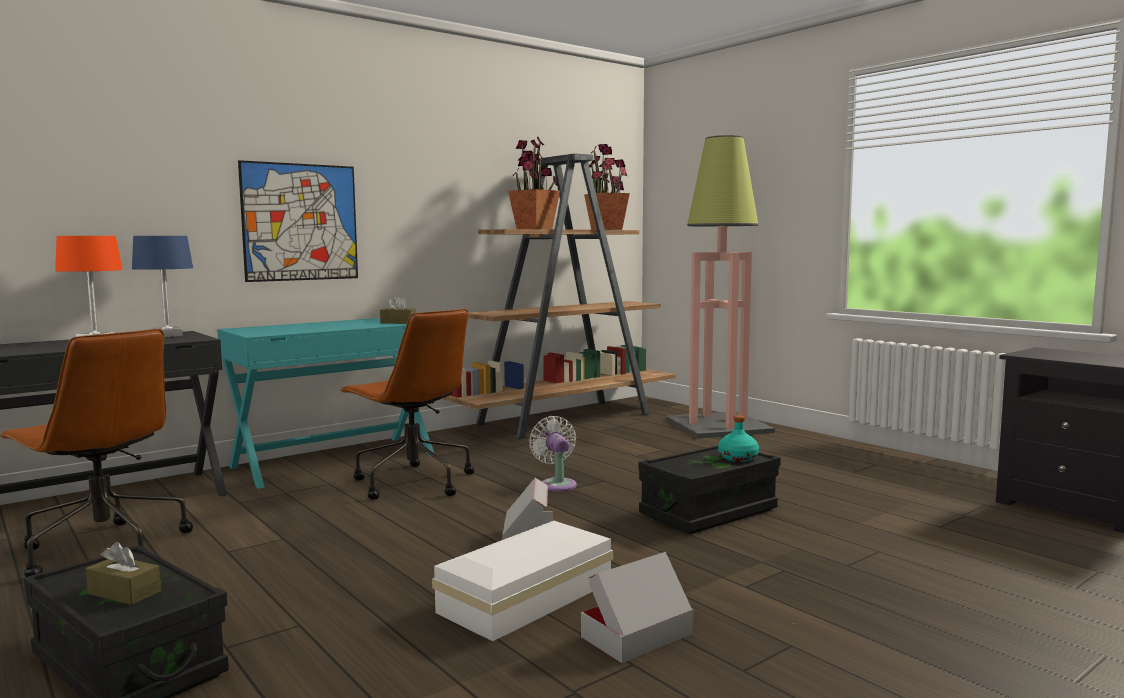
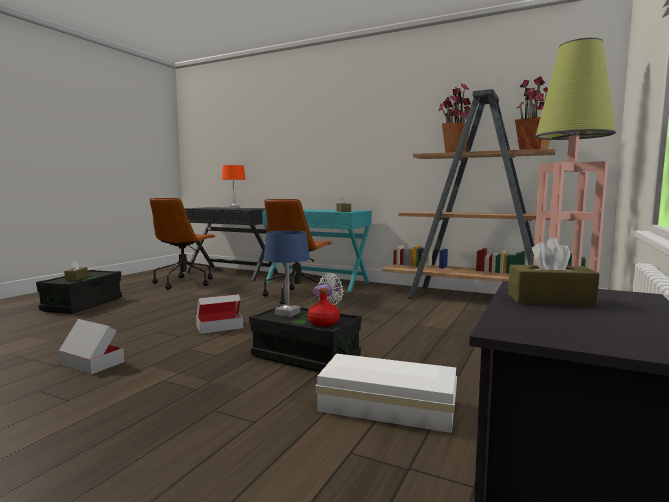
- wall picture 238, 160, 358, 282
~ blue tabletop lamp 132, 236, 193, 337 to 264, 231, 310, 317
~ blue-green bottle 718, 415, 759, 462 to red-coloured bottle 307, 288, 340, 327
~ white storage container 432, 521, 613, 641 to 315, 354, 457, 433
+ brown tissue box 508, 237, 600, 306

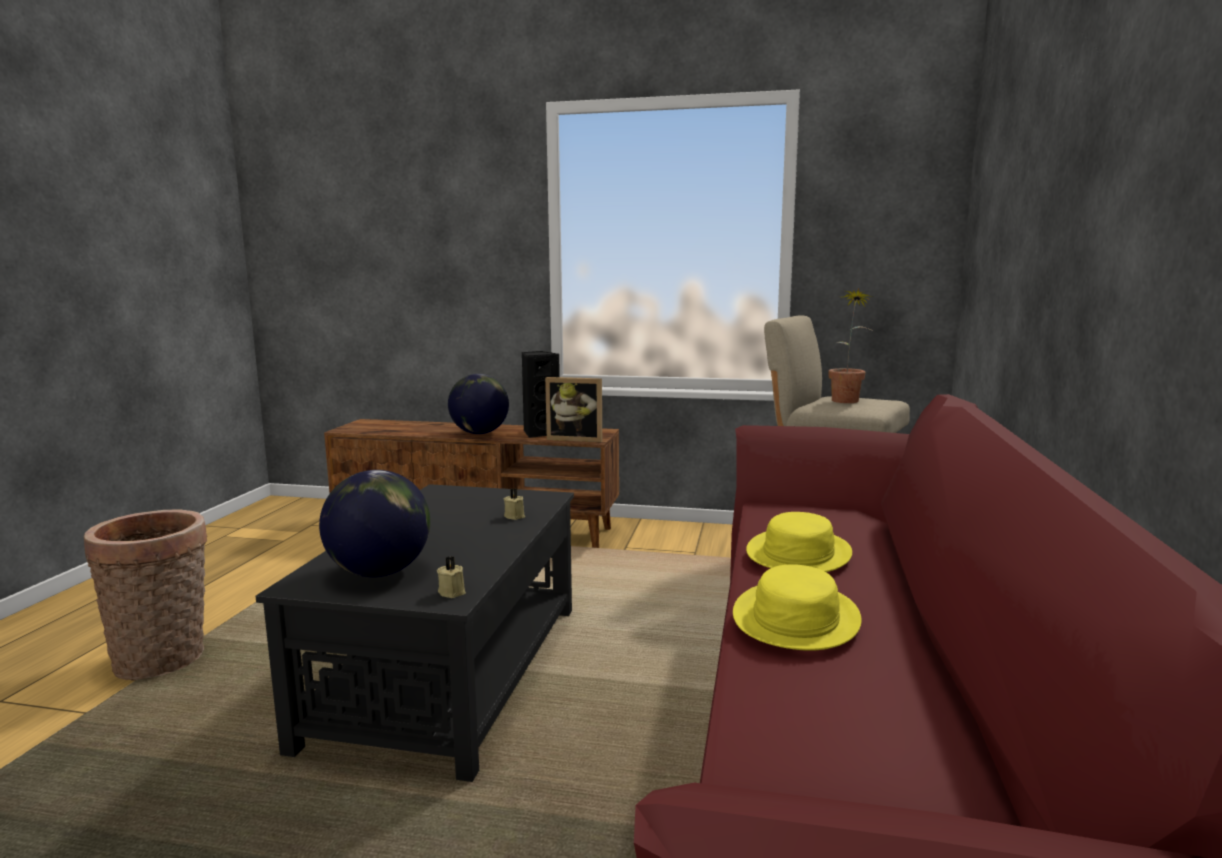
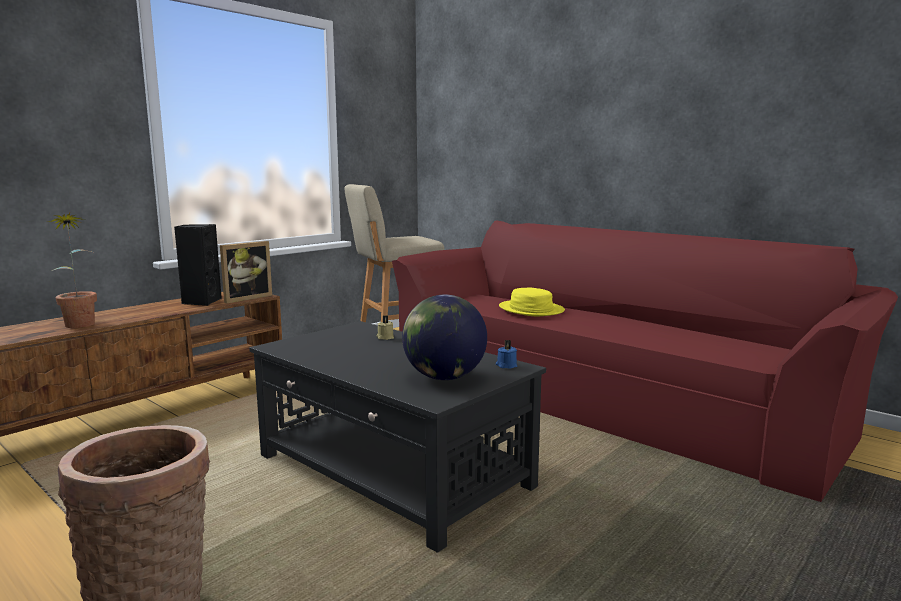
~ houseplant 828, 288, 874, 403 to 46, 212, 97, 328
- desk globe 448, 374, 509, 434
~ beige candle 437, 557, 466, 598 to blue candle 496, 340, 517, 368
- yellowish hat 733, 564, 862, 651

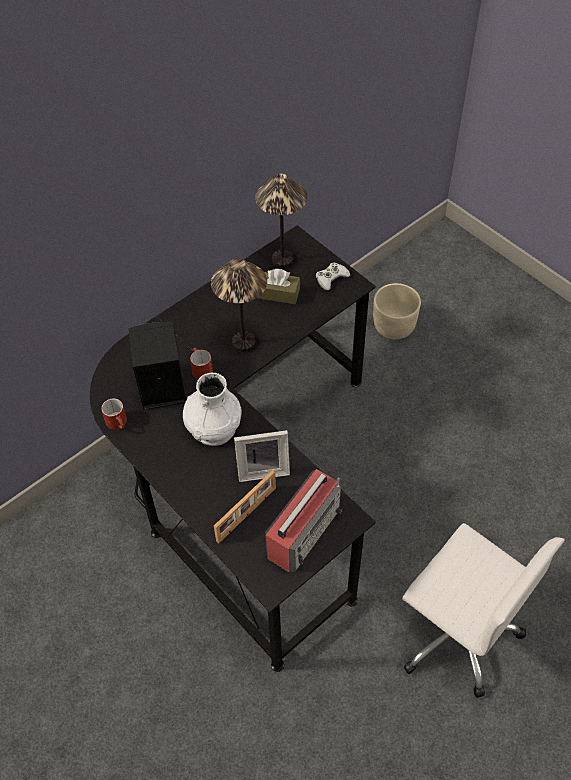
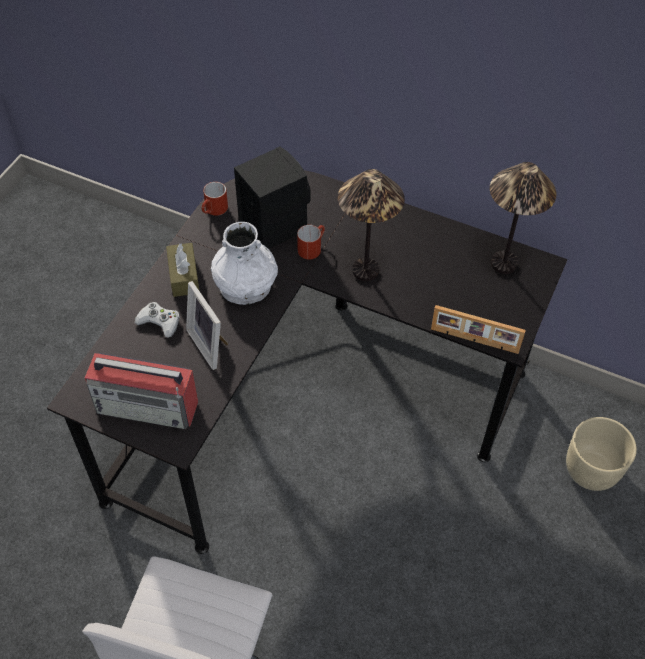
~ white game controller 316, 262, 350, 291 to 135, 302, 180, 338
~ brown tissue box 258, 269, 300, 304 to 166, 243, 199, 297
~ picture frame 214, 470, 276, 543 to 431, 305, 526, 354

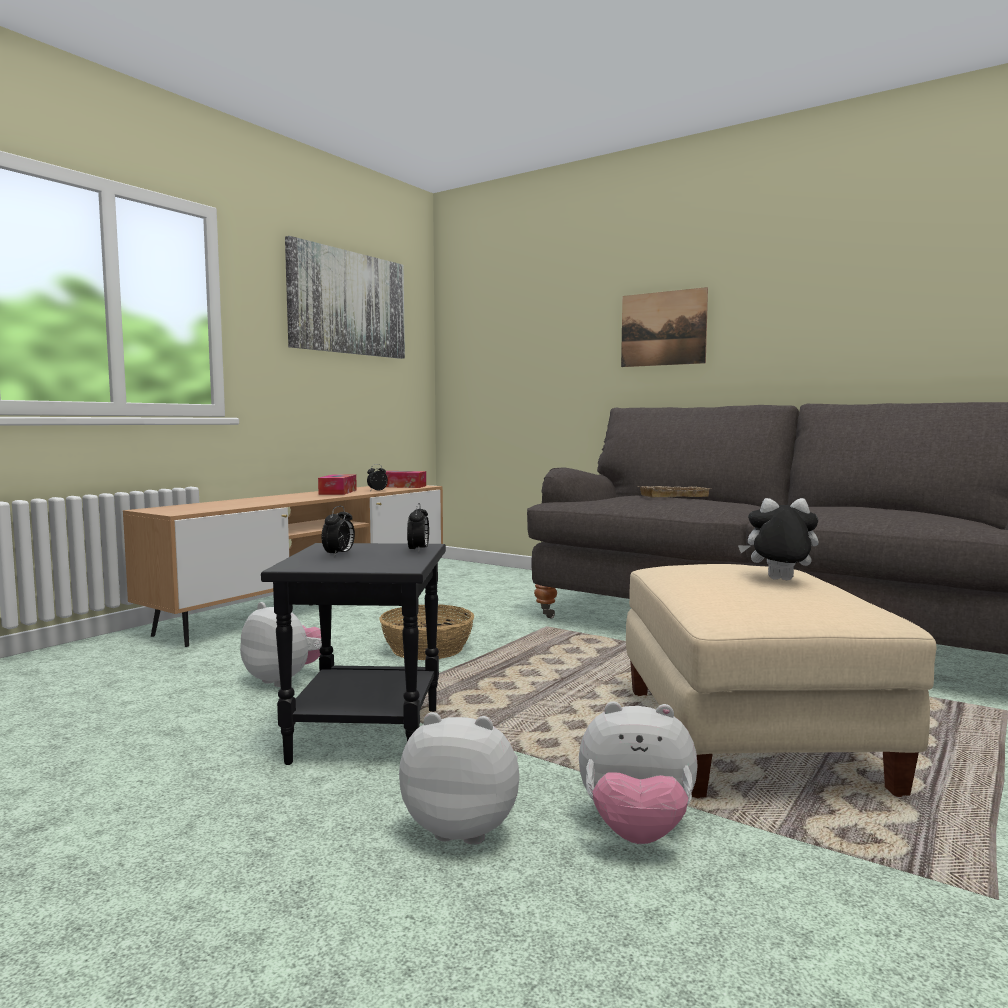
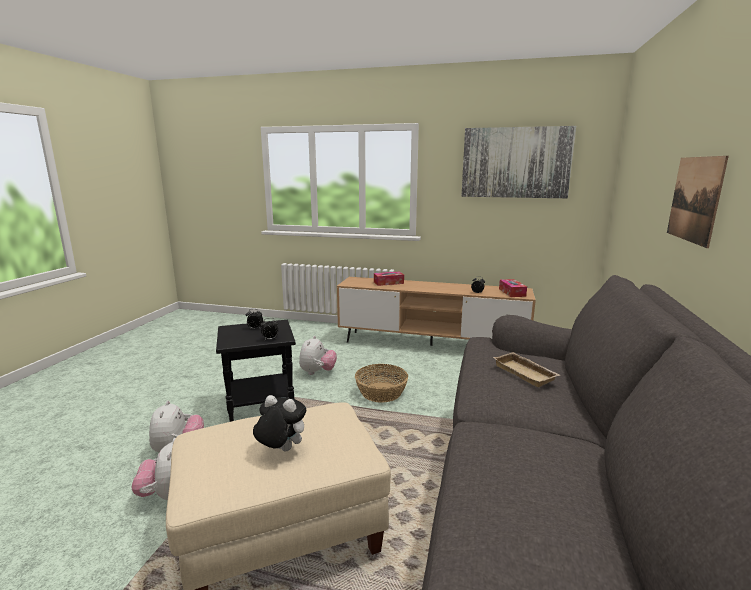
~ tissue box 318, 474, 357, 495 to 374, 272, 404, 286
~ cuddly toy 738, 498, 819, 580 = 253, 395, 306, 451 60 degrees counterclockwise

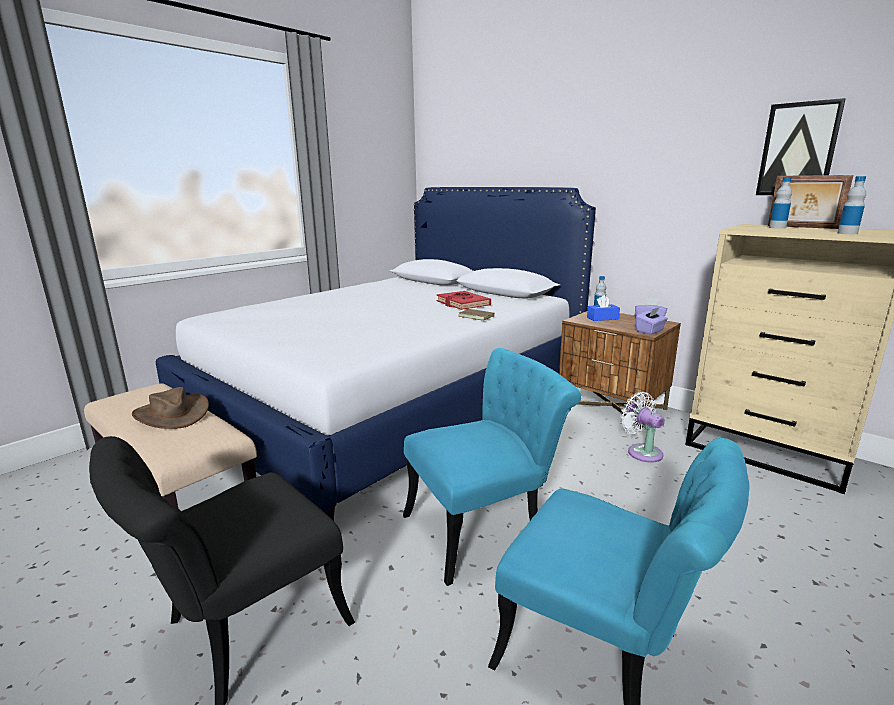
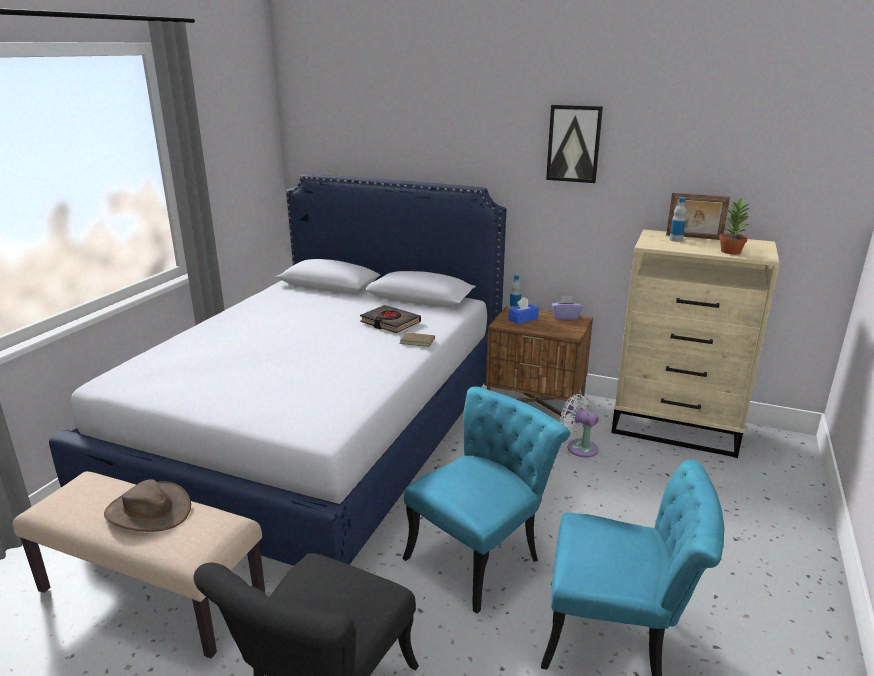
~ wall picture 756, 98, 845, 195 to 546, 105, 603, 183
~ bottle 838, 176, 866, 234 to houseplant 719, 198, 751, 254
~ red-coloured bound book 436, 291, 491, 310 to black-coloured bound book 360, 305, 421, 333
- purplish tissue box 635, 307, 668, 335

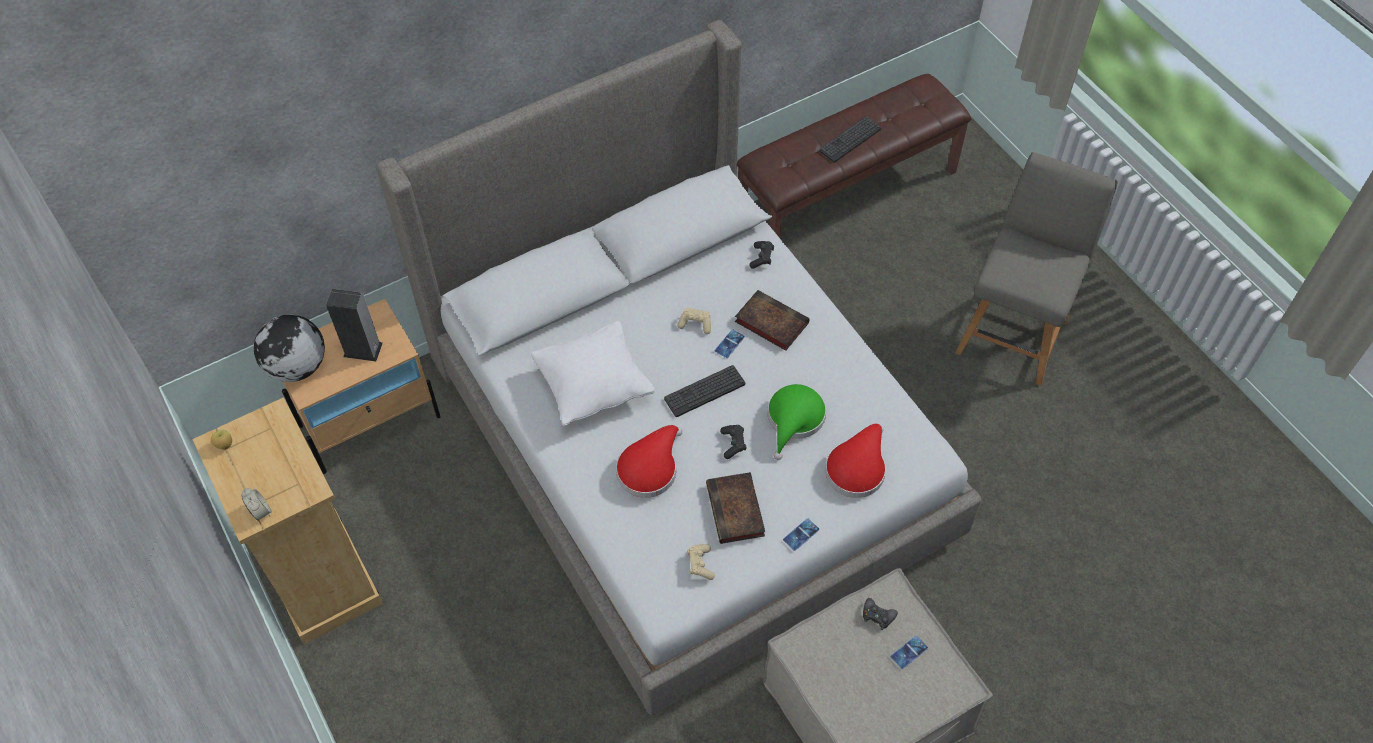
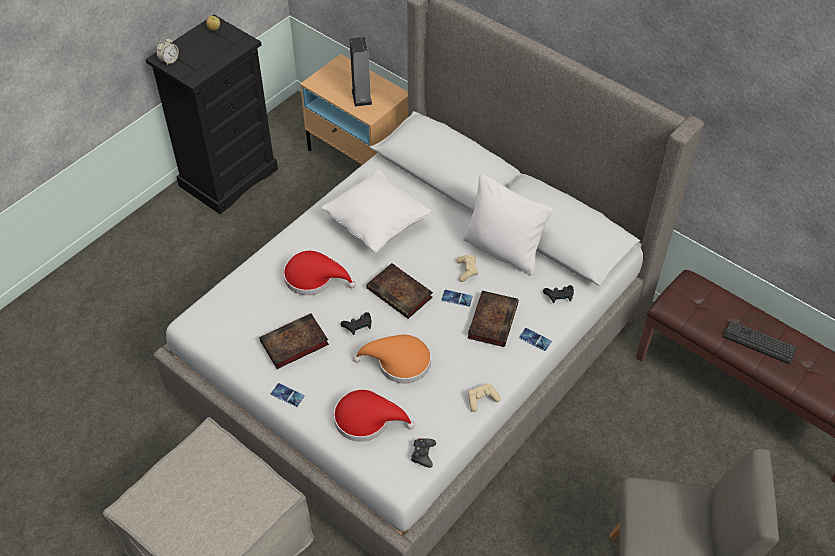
- desk globe 254, 314, 325, 382
~ computer keyboard 664, 365, 745, 417 to bound book 366, 263, 433, 319
~ green hat 767, 384, 826, 460 to orangey hat 353, 335, 431, 384
~ beige chest of drawers 192, 397, 383, 644 to black-coloured chest of drawers 146, 15, 278, 214
~ beige game controller 687, 544, 715, 580 to 468, 383, 501, 412
~ black-coloured game controller 863, 598, 898, 630 to 411, 438, 436, 468
~ handset 891, 636, 928, 669 to 519, 328, 552, 351
+ white cushion 463, 174, 553, 275

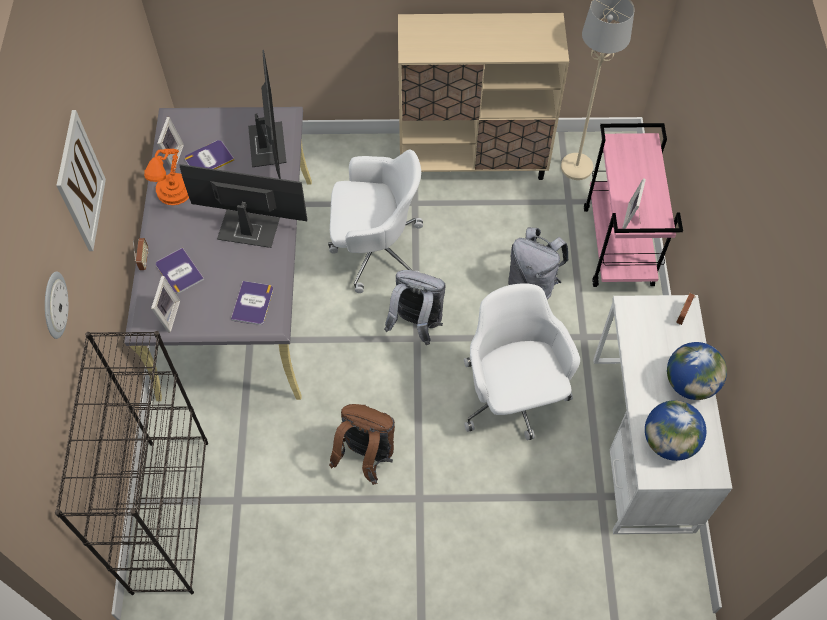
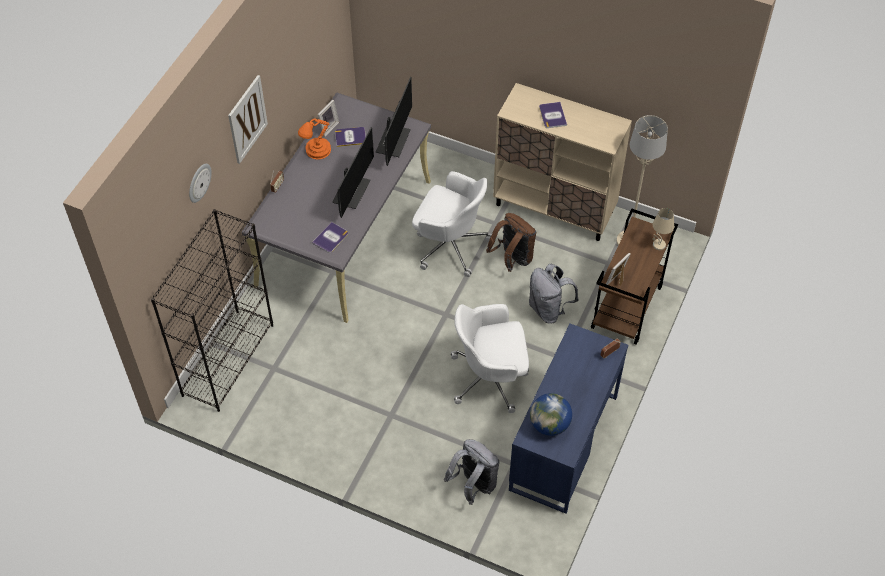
~ pink-coloured cart 584, 123, 683, 287 to brown cart 591, 209, 678, 345
~ computer screen 179, 164, 308, 248 = 332, 127, 374, 218 75 degrees clockwise
~ bound book 156, 248, 204, 294 to 539, 102, 567, 128
~ greyish backpack 384, 270, 446, 345 to 444, 439, 499, 505
- picture frame 151, 276, 180, 332
~ white desk chair 464, 283, 580, 440 = 451, 304, 529, 413 105 degrees counterclockwise
~ white desk 593, 295, 732, 534 to blue desk 509, 324, 628, 513
- desk globe 667, 342, 727, 400
~ brown backpack 329, 404, 395, 485 to 486, 213, 536, 272
+ beige tabletop lamp 652, 208, 674, 250

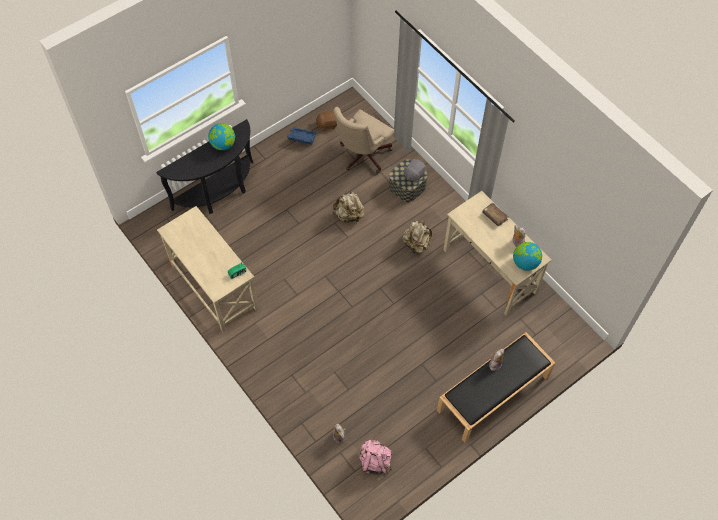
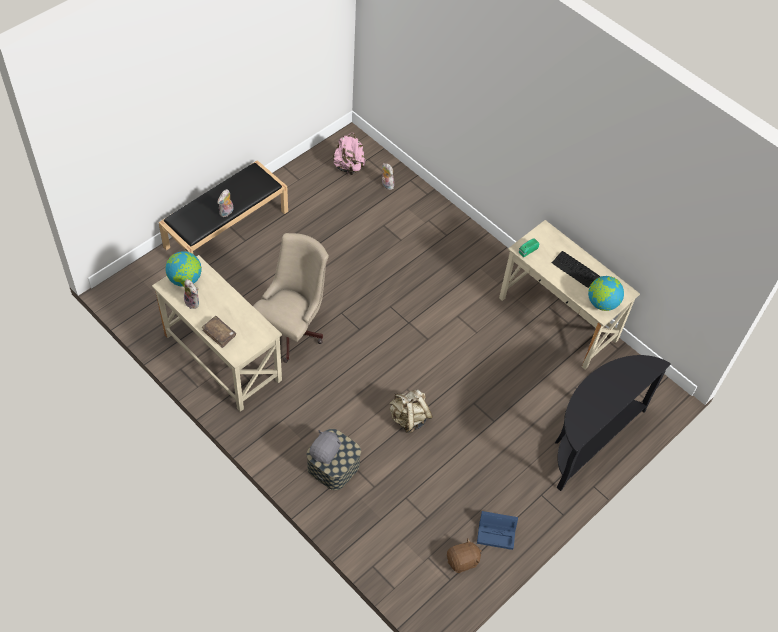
~ beige desk chair 333, 107, 394, 173 to 253, 233, 329, 363
~ desk globe 208, 123, 235, 150 to 588, 276, 624, 311
- beige backpack 402, 221, 432, 254
+ computer keyboard 552, 251, 600, 288

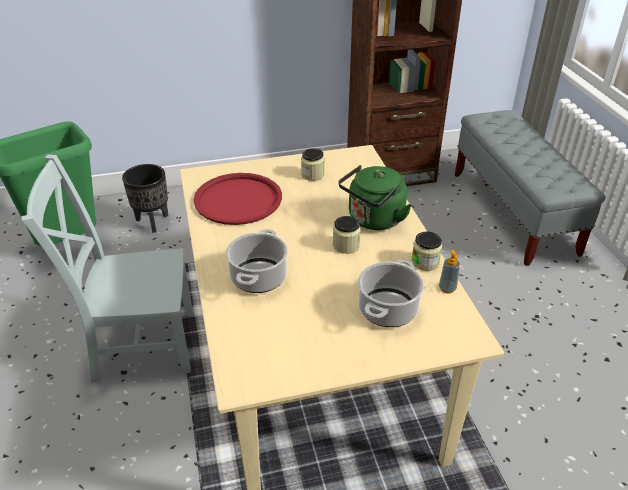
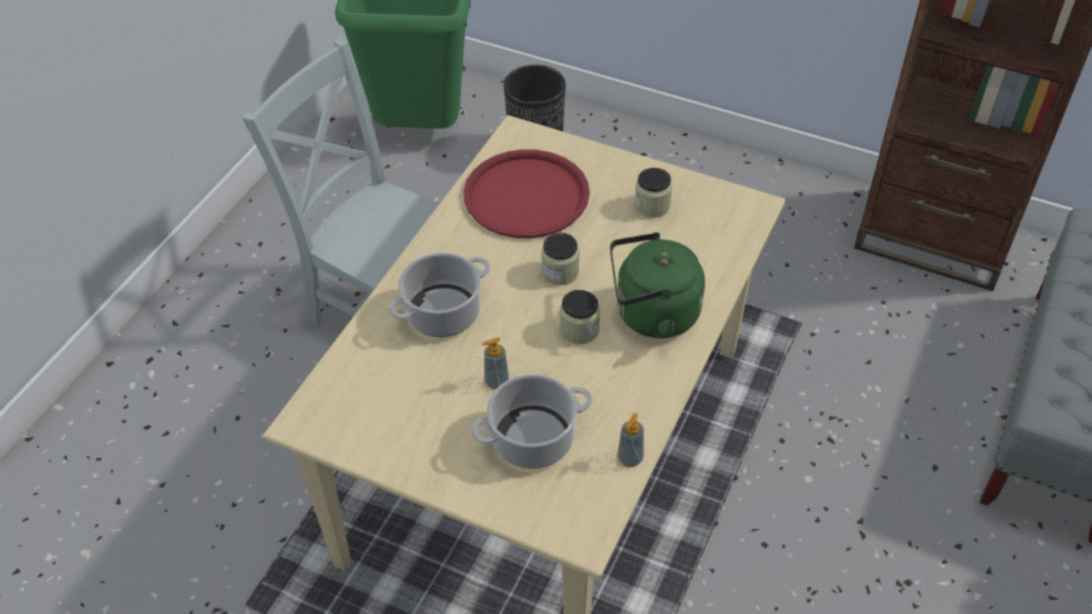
~ preserve jar 412, 231, 442, 271 to 541, 233, 579, 285
+ soap dispenser 481, 337, 509, 389

